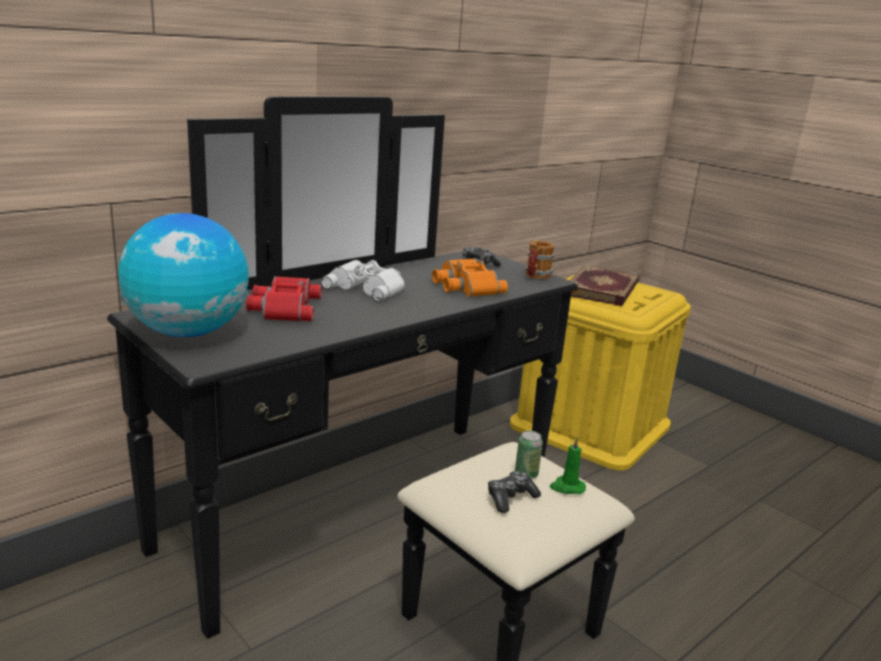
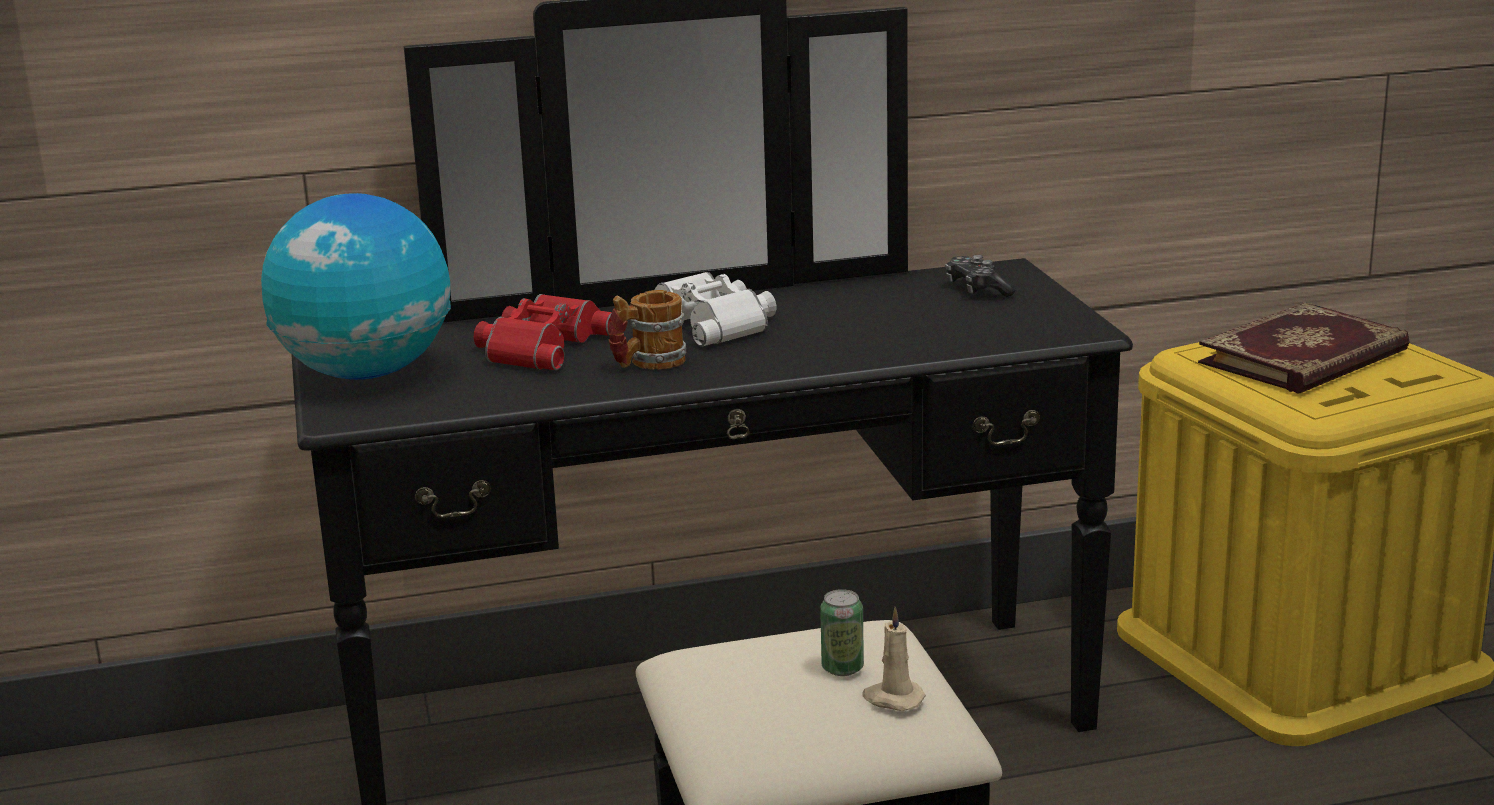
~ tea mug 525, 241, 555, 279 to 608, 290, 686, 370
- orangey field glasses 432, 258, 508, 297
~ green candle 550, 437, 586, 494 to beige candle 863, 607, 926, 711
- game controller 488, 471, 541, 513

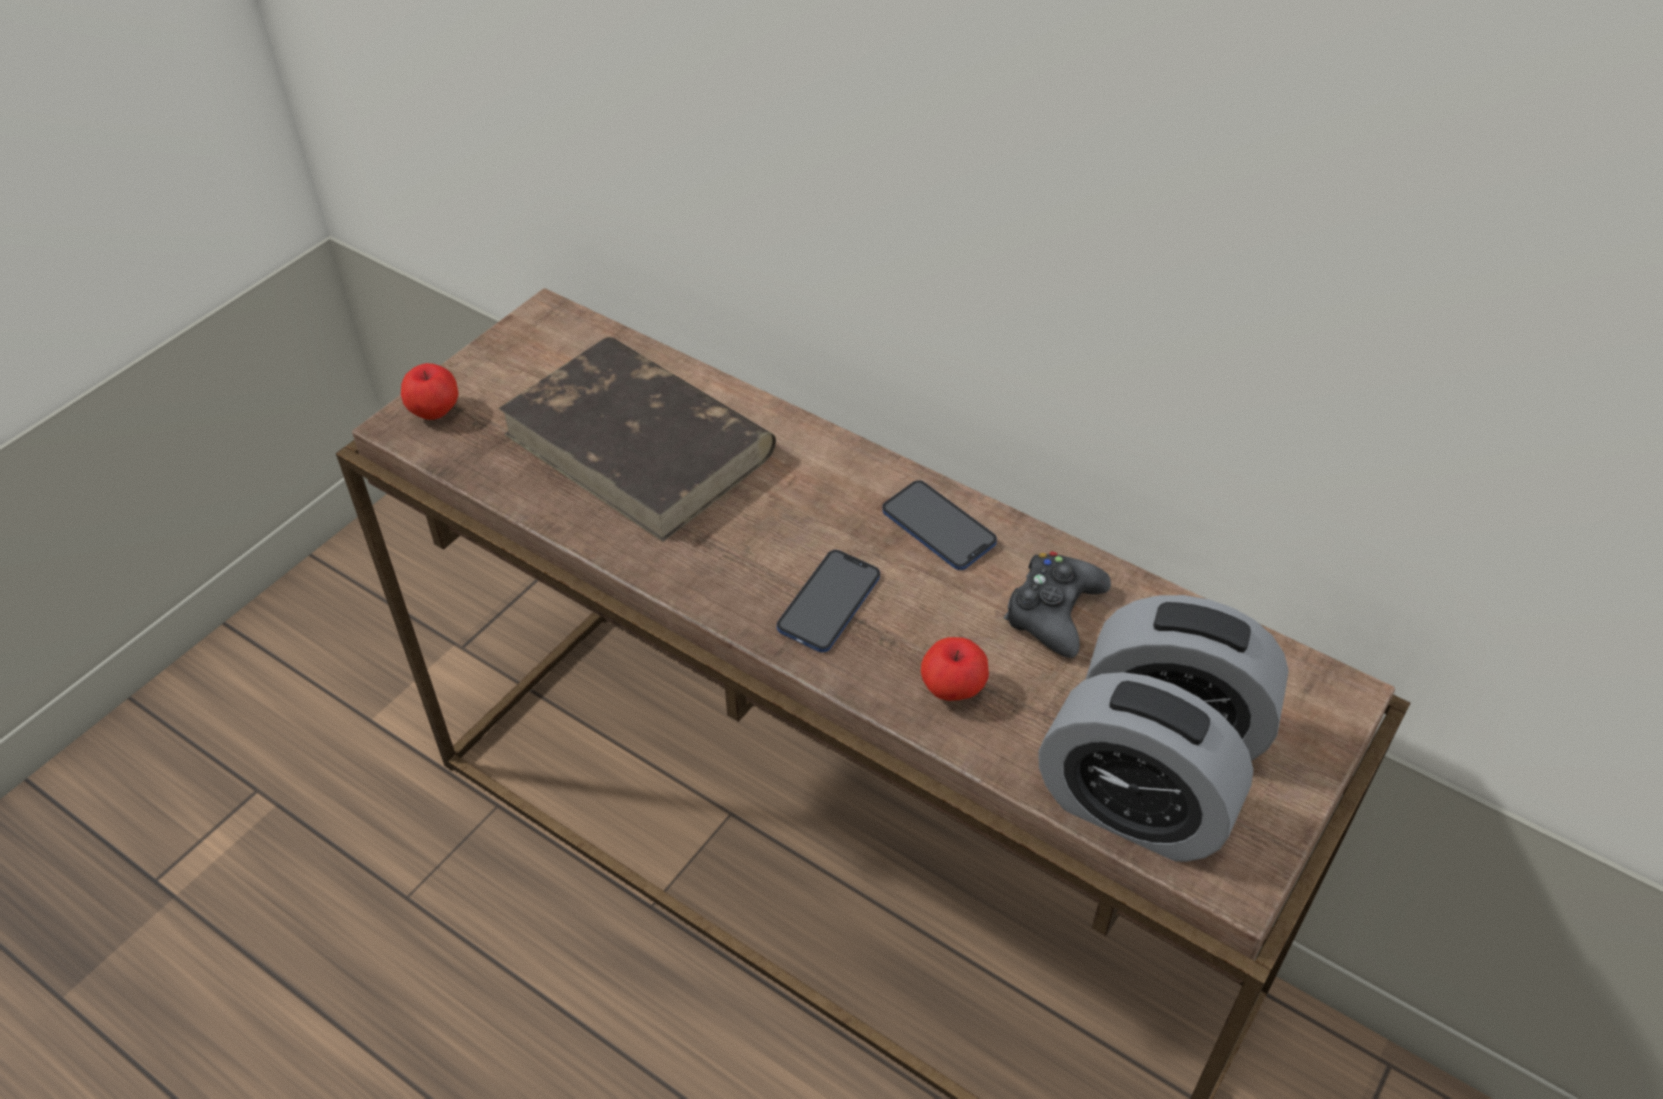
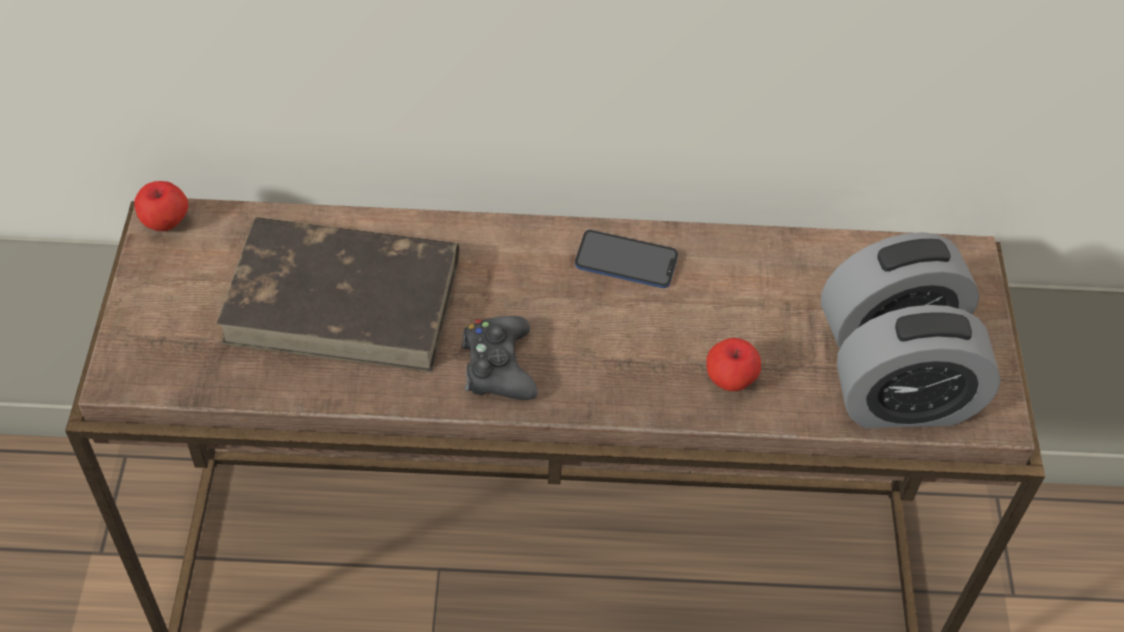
~ apple 401, 363, 459, 420 to 134, 181, 189, 231
- handset 777, 550, 880, 652
~ black-coloured game controller 1004, 552, 1111, 658 to 462, 316, 537, 400

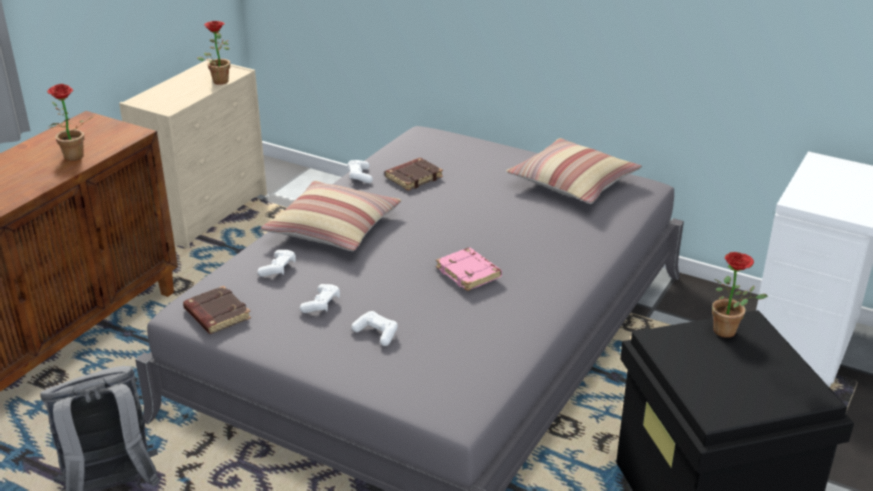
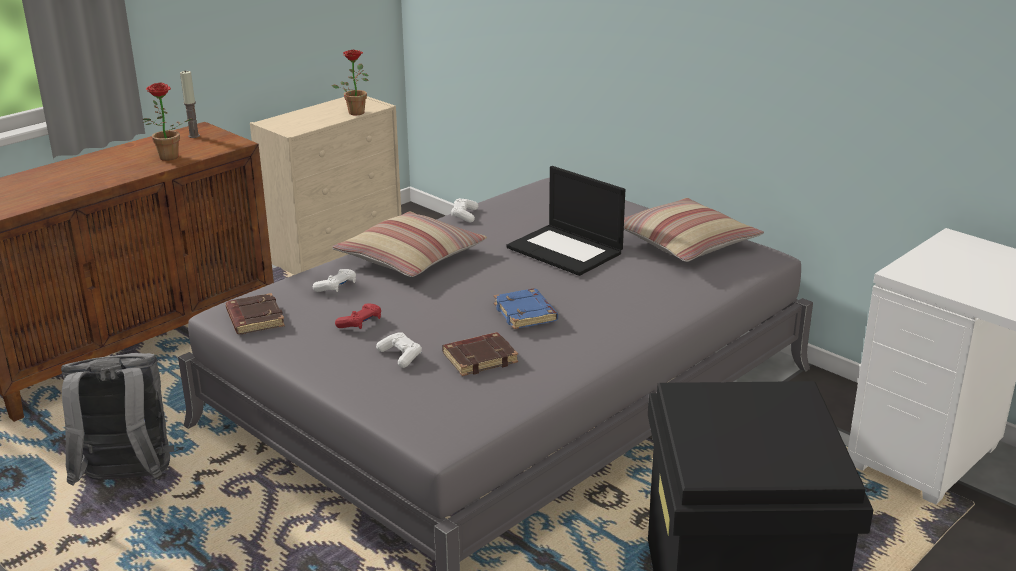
~ brown bound book 385, 158, 443, 190 to 442, 332, 518, 376
~ pink-coloured bound book 436, 247, 502, 291 to blue bound book 494, 288, 558, 329
- houseplant 712, 252, 768, 338
~ white game controller 300, 284, 340, 313 to red-coloured game controller 335, 303, 381, 329
+ candle 180, 71, 200, 138
+ portable computer 506, 166, 625, 276

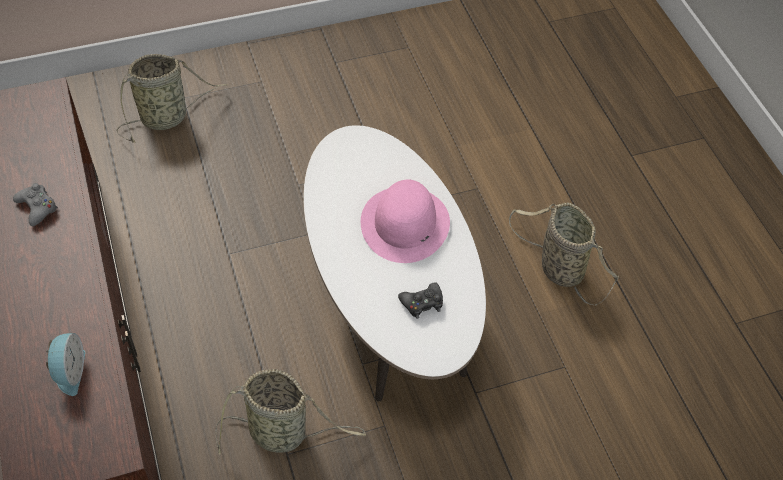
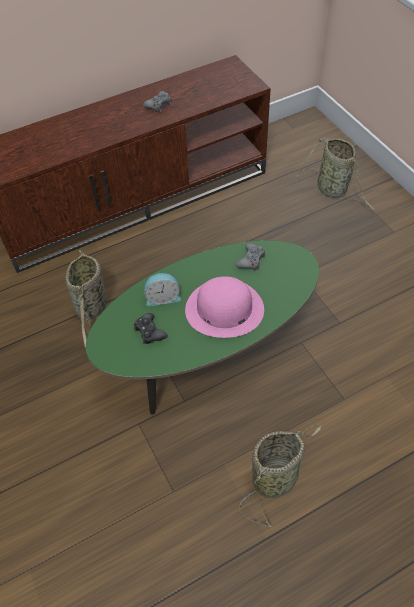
~ white low table 303, 125, 486, 401 to green low table 86, 240, 319, 415
~ bedside clock 46, 333, 85, 396 to 144, 273, 181, 306
+ greyish game controller 236, 243, 265, 270

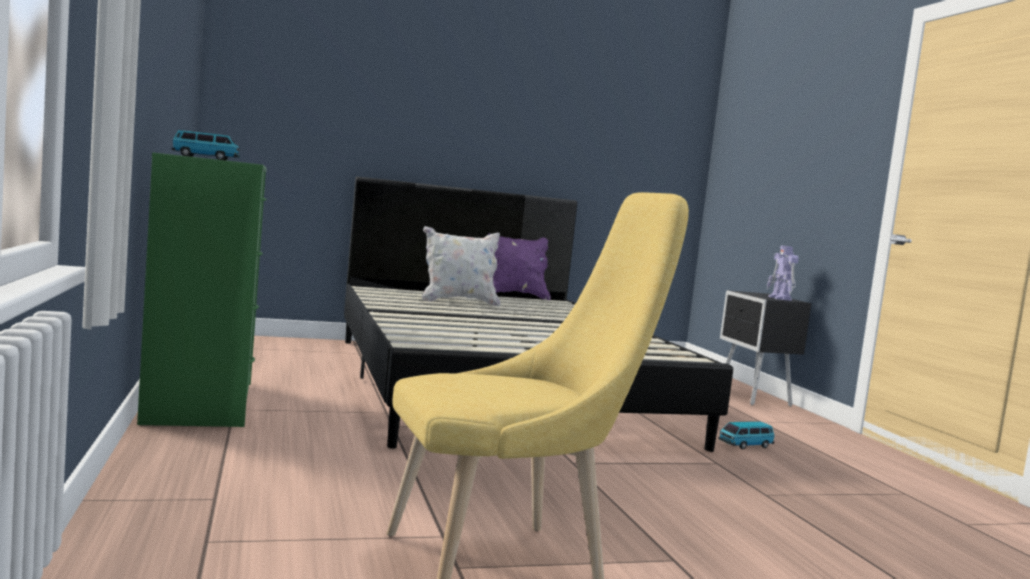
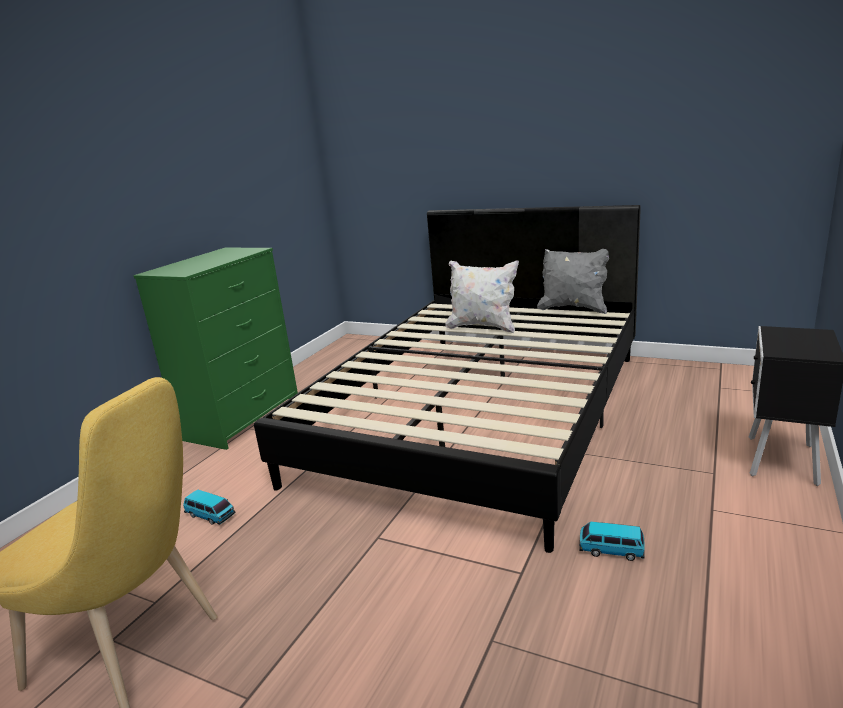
~ model car 172, 130, 240, 161 to 183, 490, 236, 525
~ purplish cushion 488, 233, 551, 300 to greyish cushion 537, 249, 609, 314
- toy robot 767, 245, 799, 301

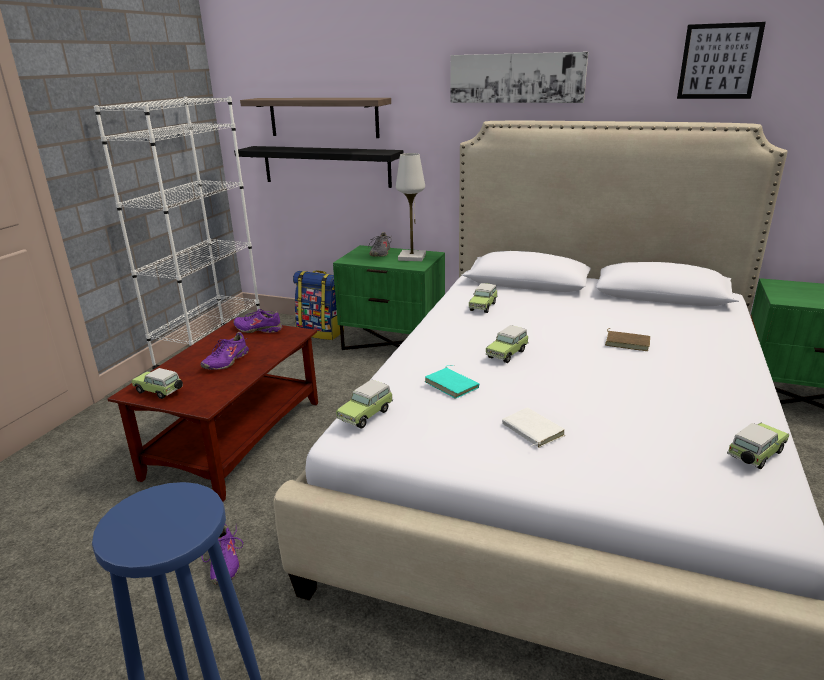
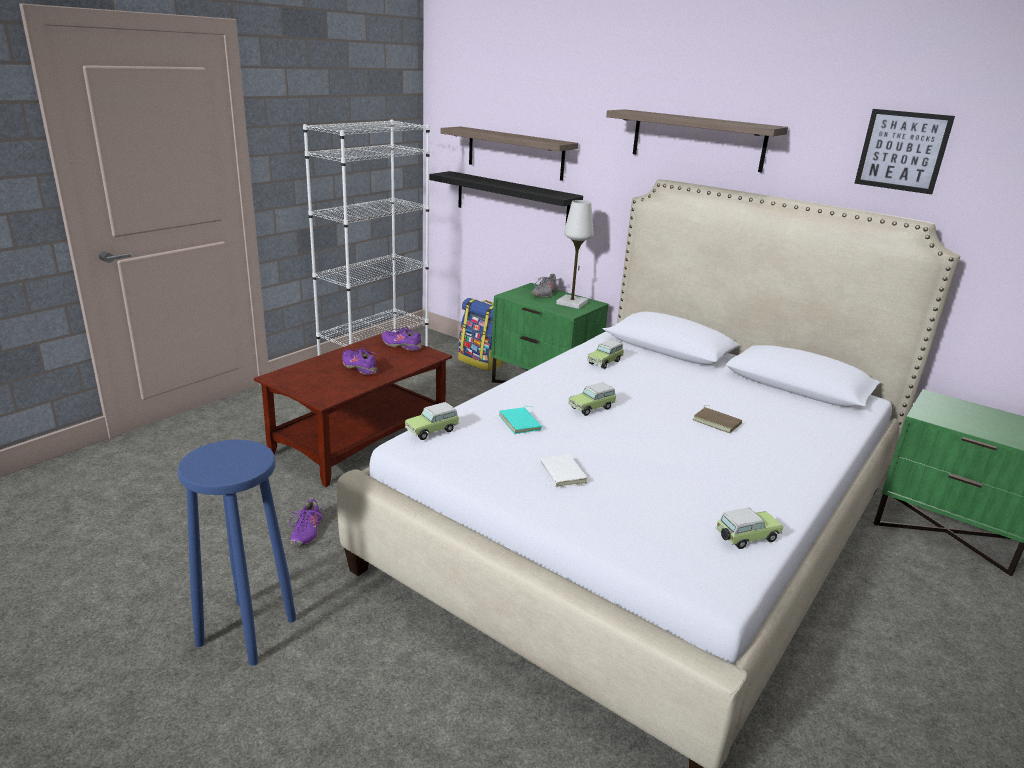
~ wall picture 450, 52, 588, 103 to shelf 606, 109, 788, 173
~ purplish shoe 200, 332, 249, 370 = 342, 348, 379, 375 90 degrees clockwise
- model car 131, 368, 183, 399

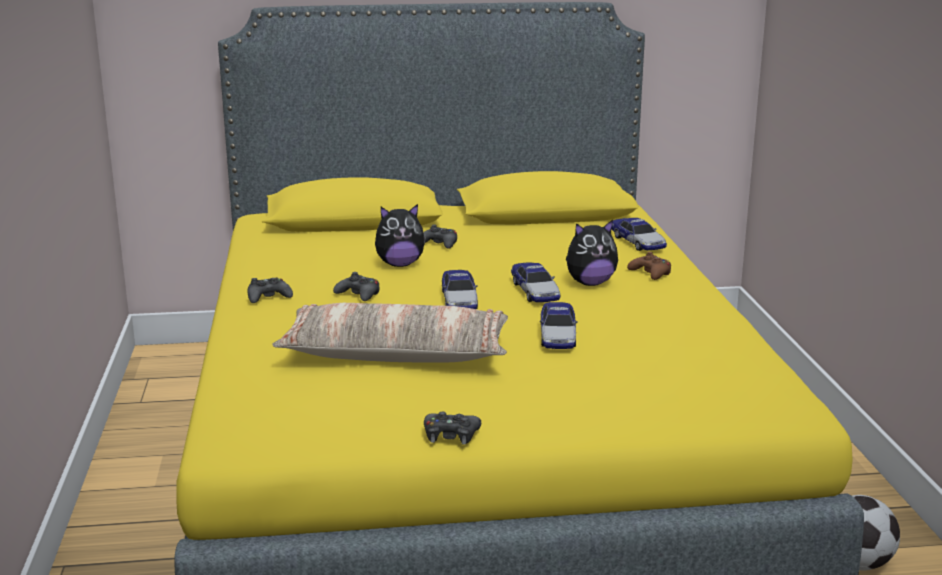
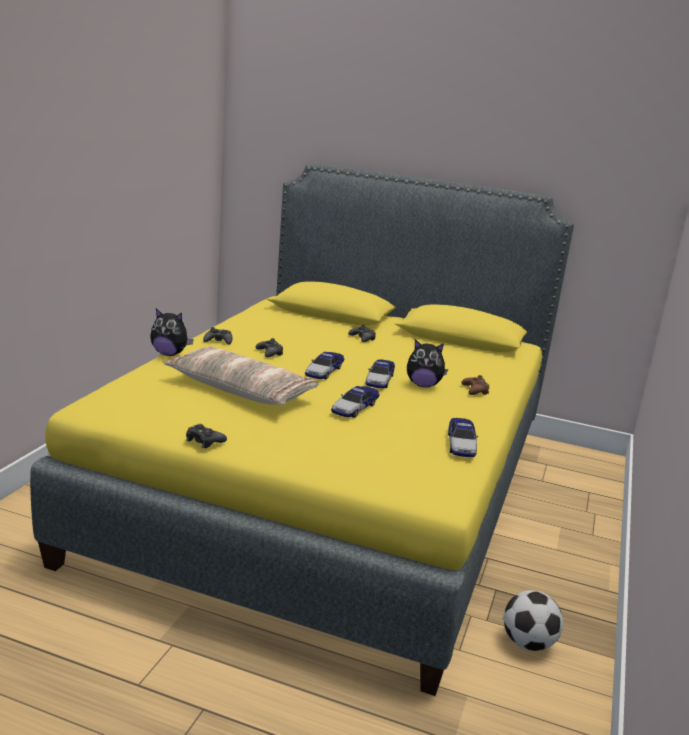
~ cuddly toy 375, 204, 426, 267 to 150, 309, 194, 356
~ model car 612, 218, 667, 251 to 448, 418, 478, 457

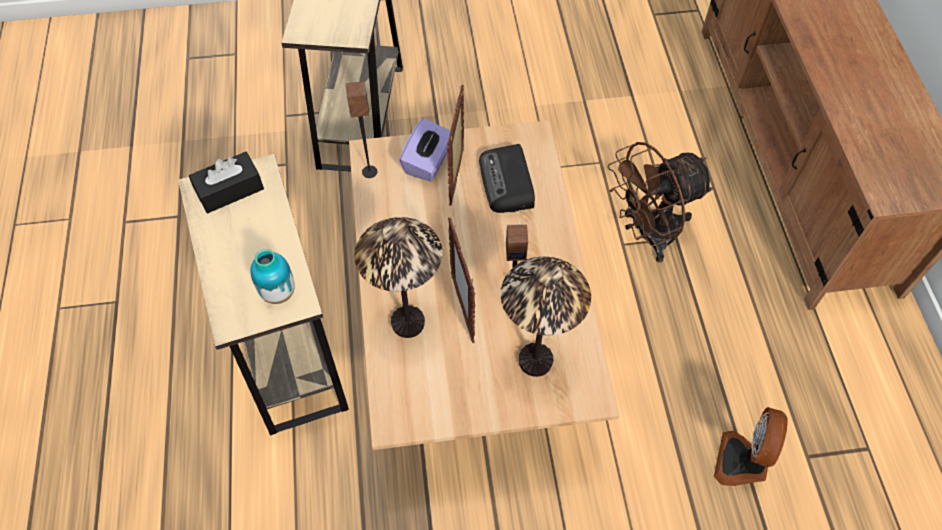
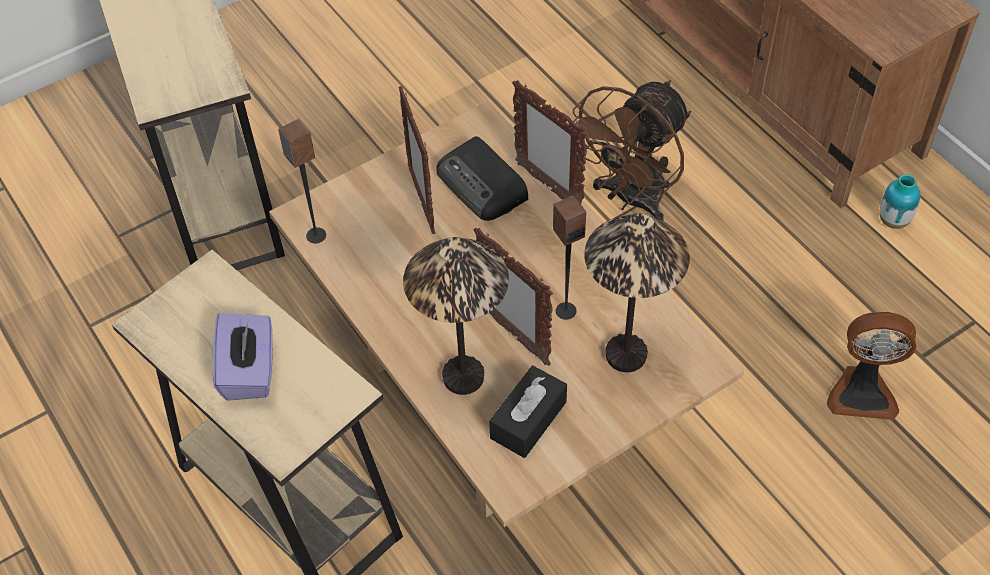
~ purplish tissue box 399, 118, 450, 182 to 213, 313, 273, 401
~ black-coloured tissue box 189, 152, 264, 213 to 489, 366, 567, 458
~ vase 250, 249, 295, 304 to 879, 174, 920, 229
~ electric fan 714, 407, 788, 486 = 827, 312, 916, 420 75 degrees counterclockwise
+ picture frame 512, 80, 588, 204

